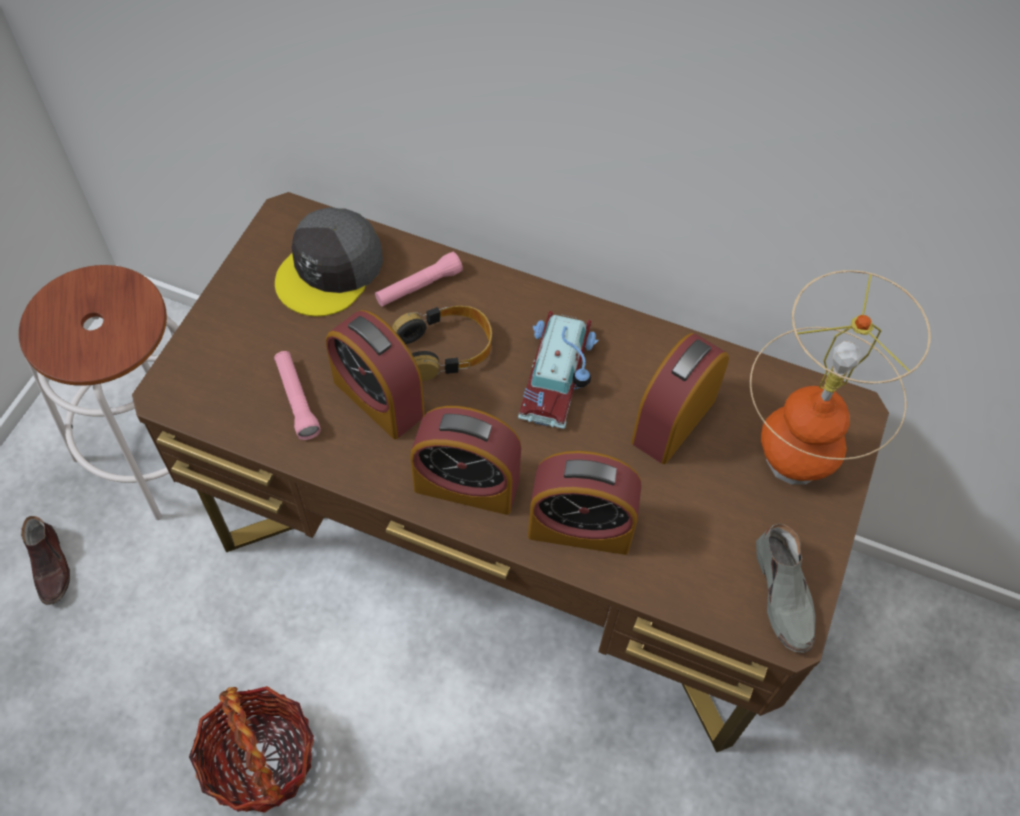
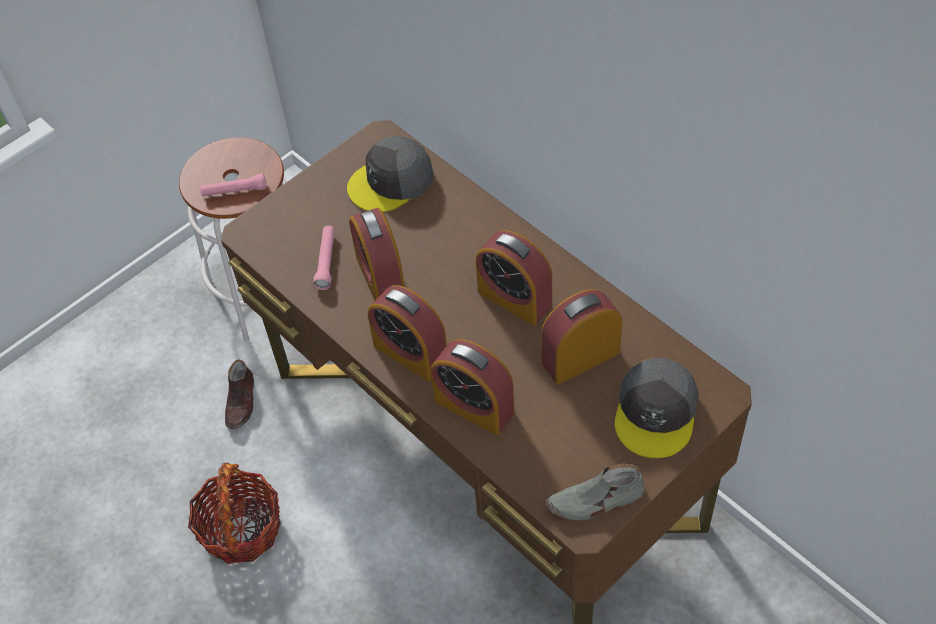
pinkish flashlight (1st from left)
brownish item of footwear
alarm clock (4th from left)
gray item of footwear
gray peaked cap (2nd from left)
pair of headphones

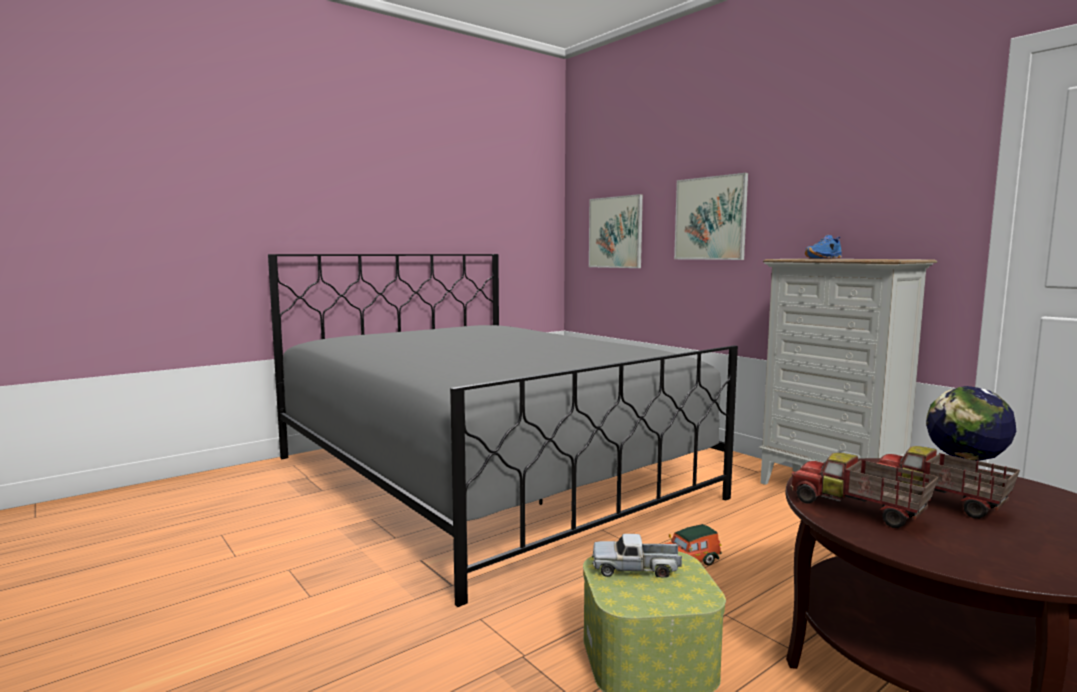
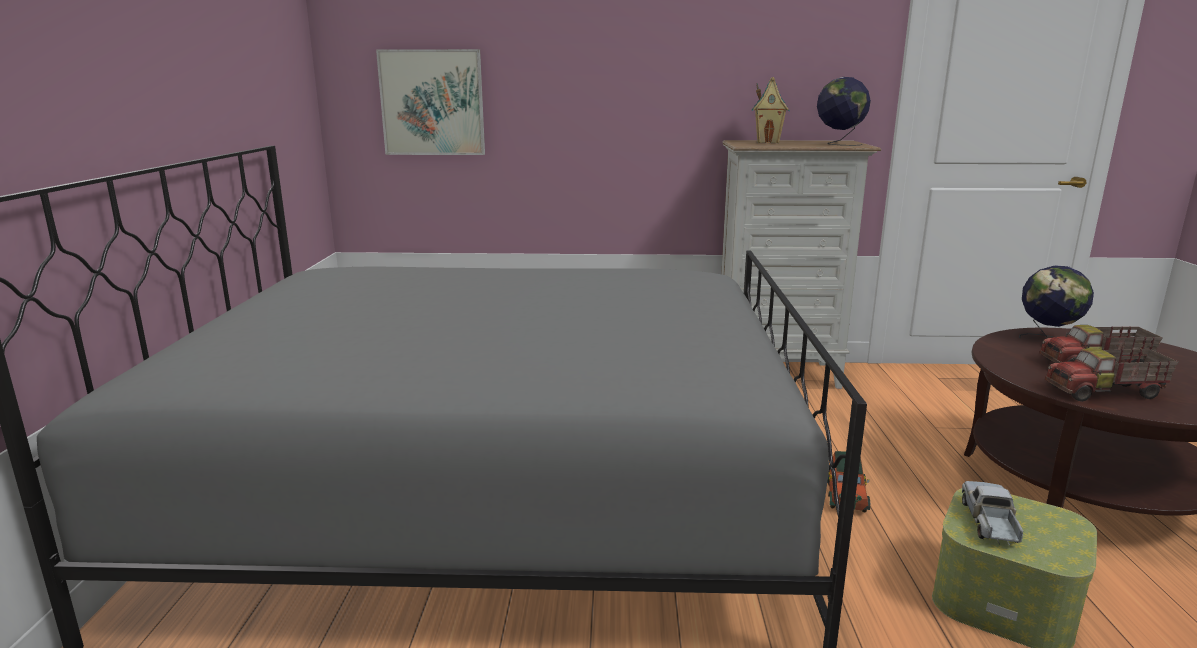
miniature house
desk globe (1st from left)
toy truck (1st from left)
picture (2nd from left in the first image)

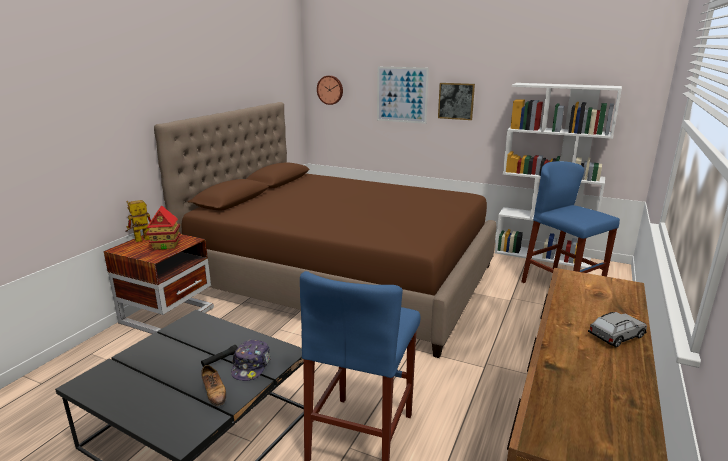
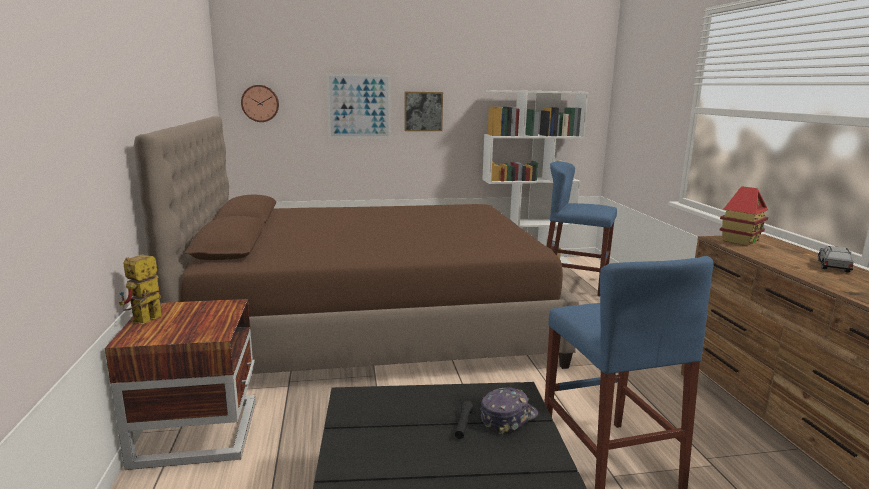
peaked cap
miniature house
item of footwear

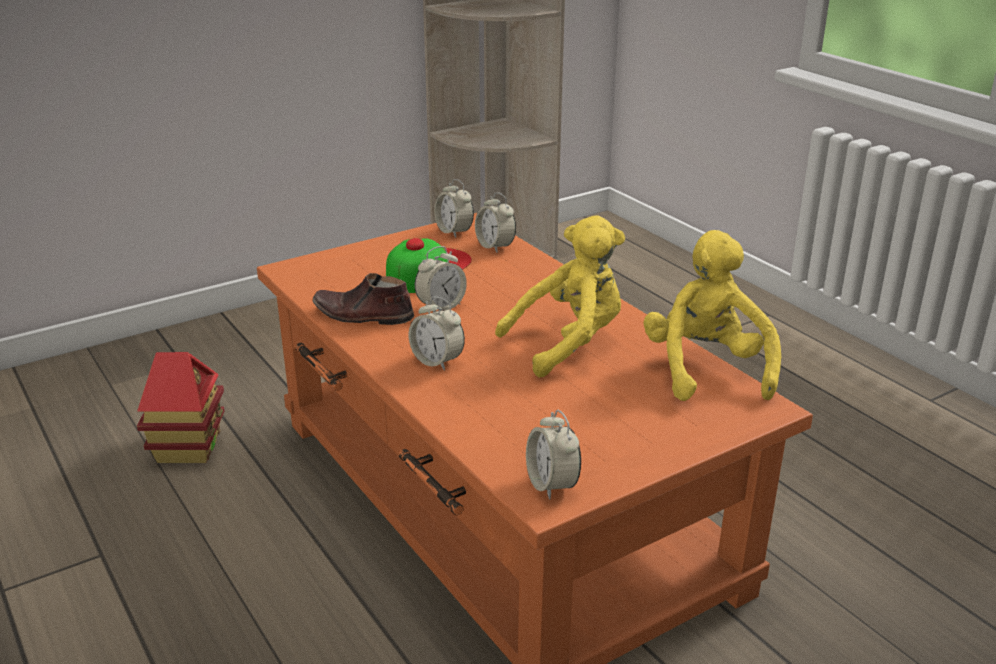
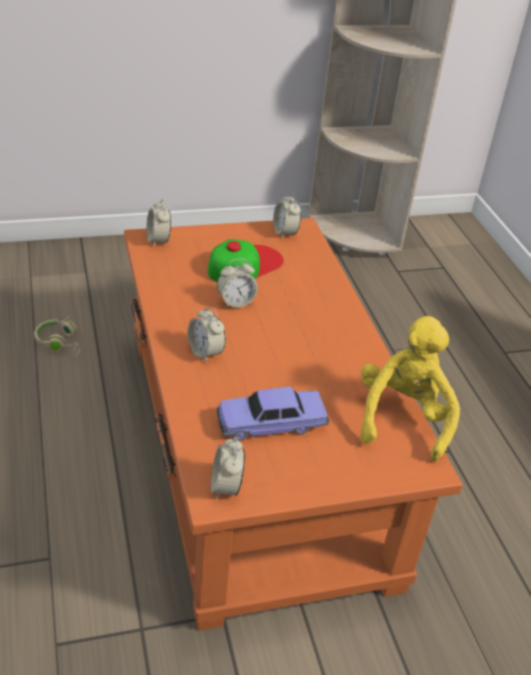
sand-coloured pair of headphones
alarm clock (1st from left)
toy car
brownish item of footwear
yellow-coloured soft toy (1st from left in the first image)

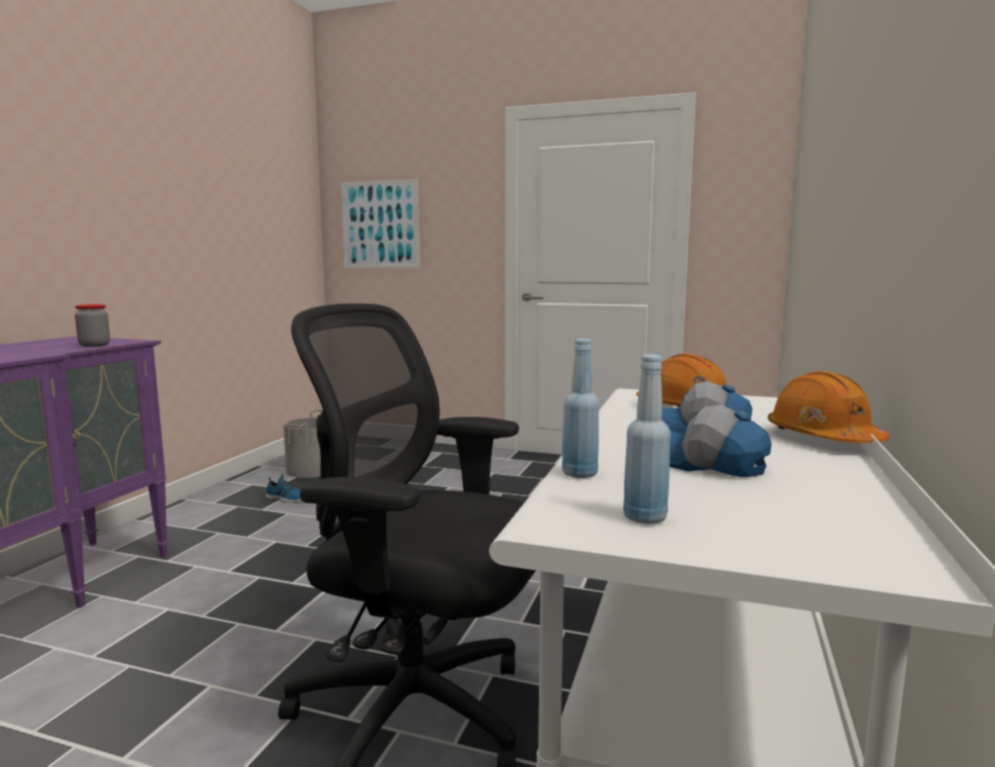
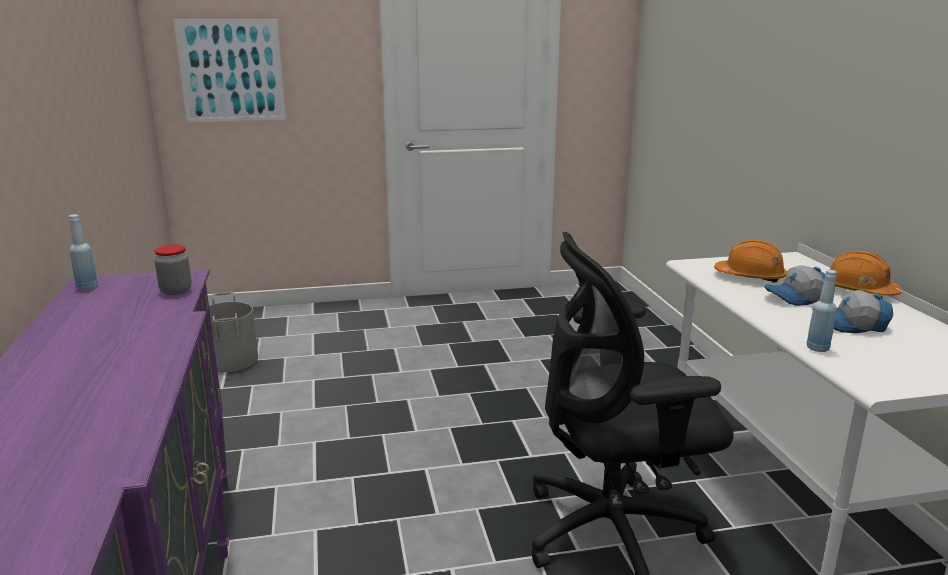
blue-coloured beverage bottle (1st from left)
item of footwear

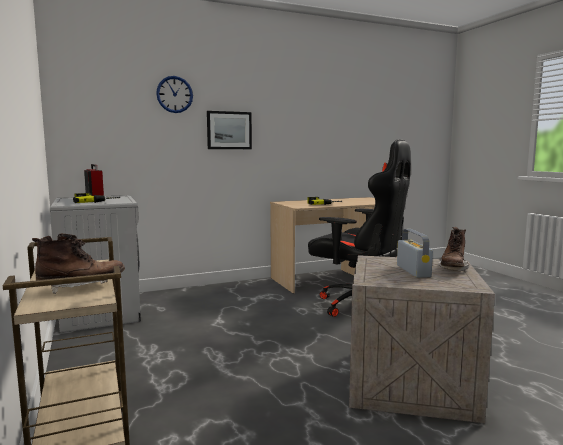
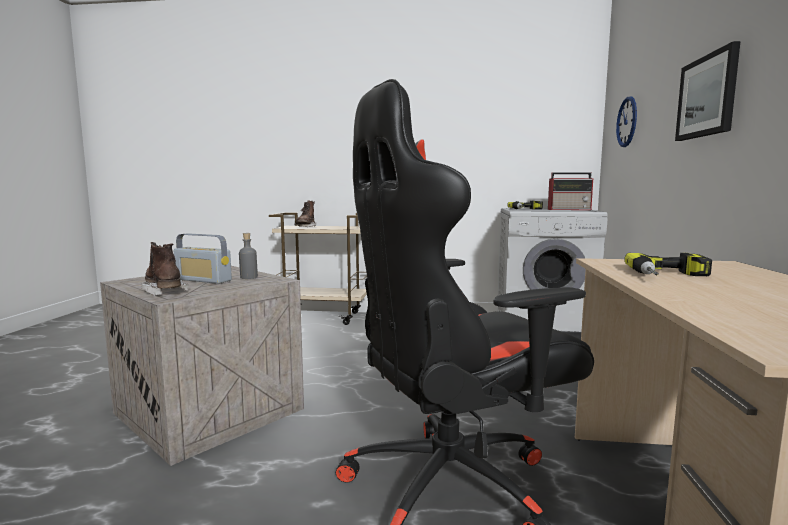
gray beverage bottle
wall clock

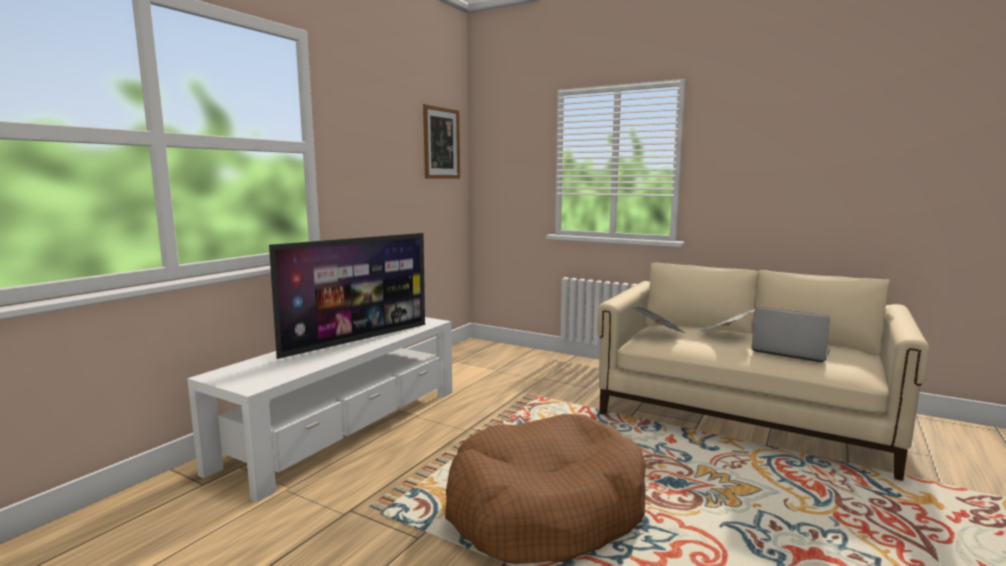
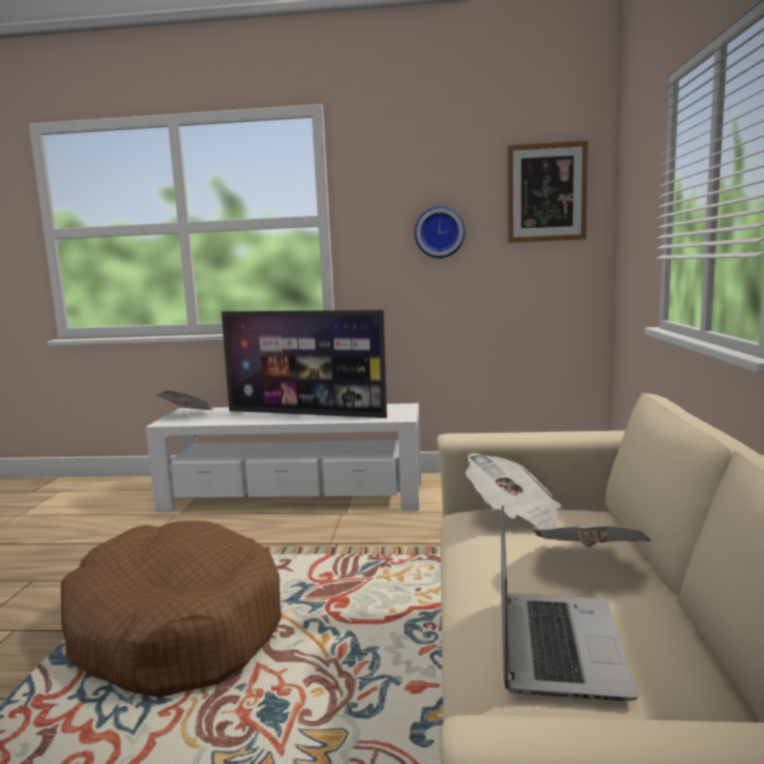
newspaper (1st from left)
wall clock

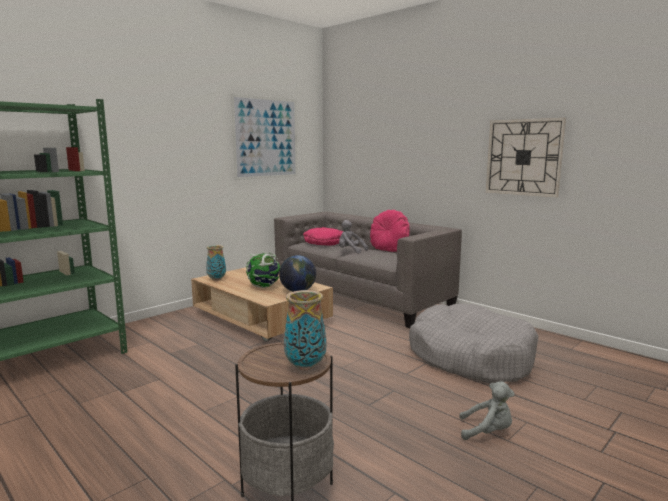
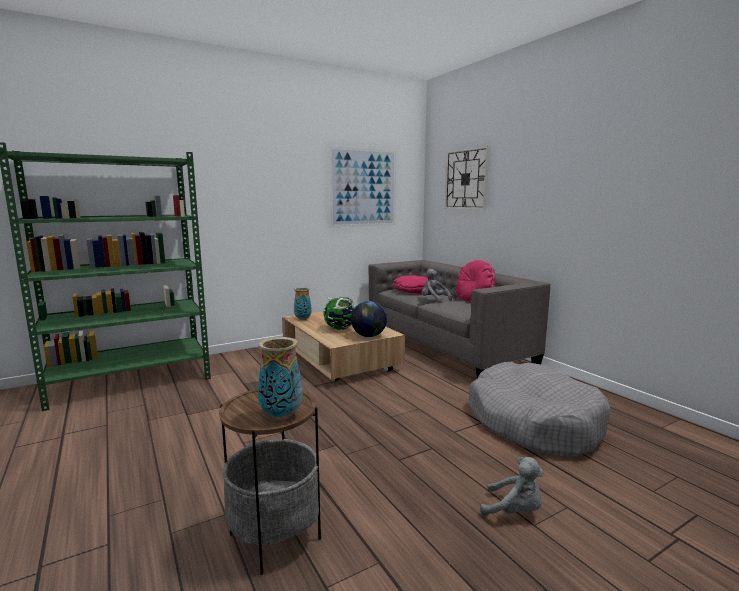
wall clock

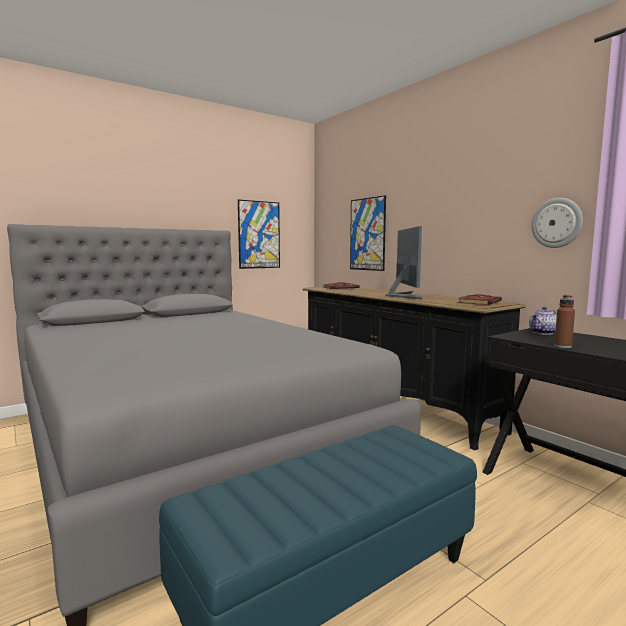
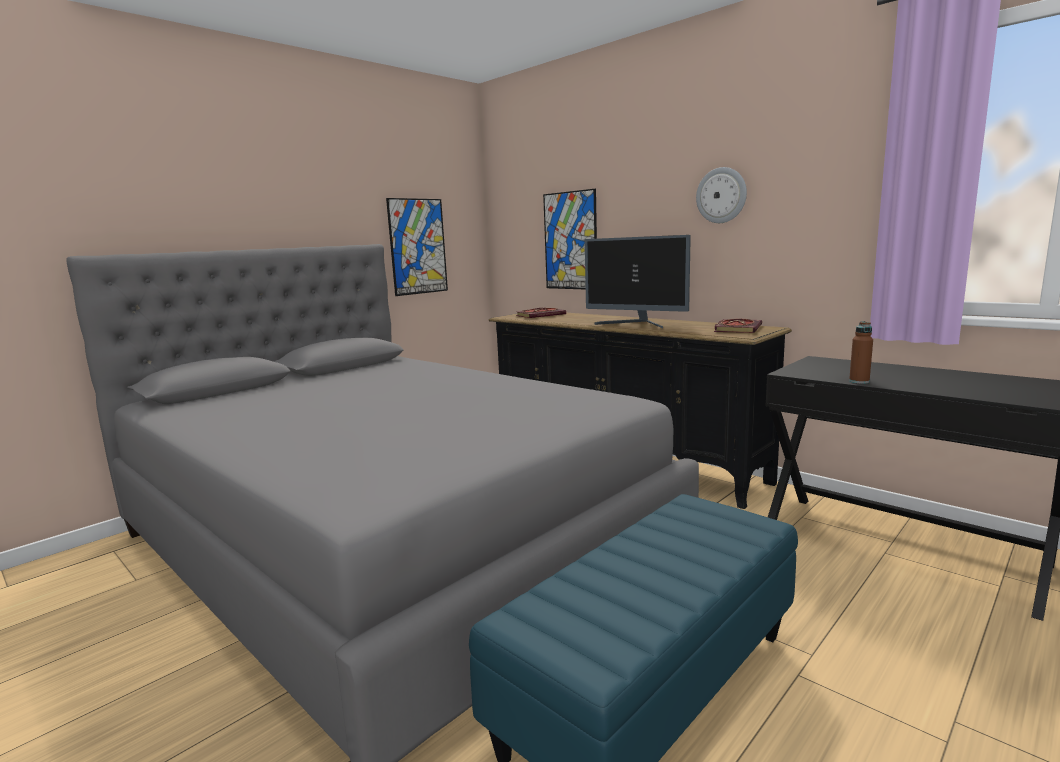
computer display
wall clock
tea pot

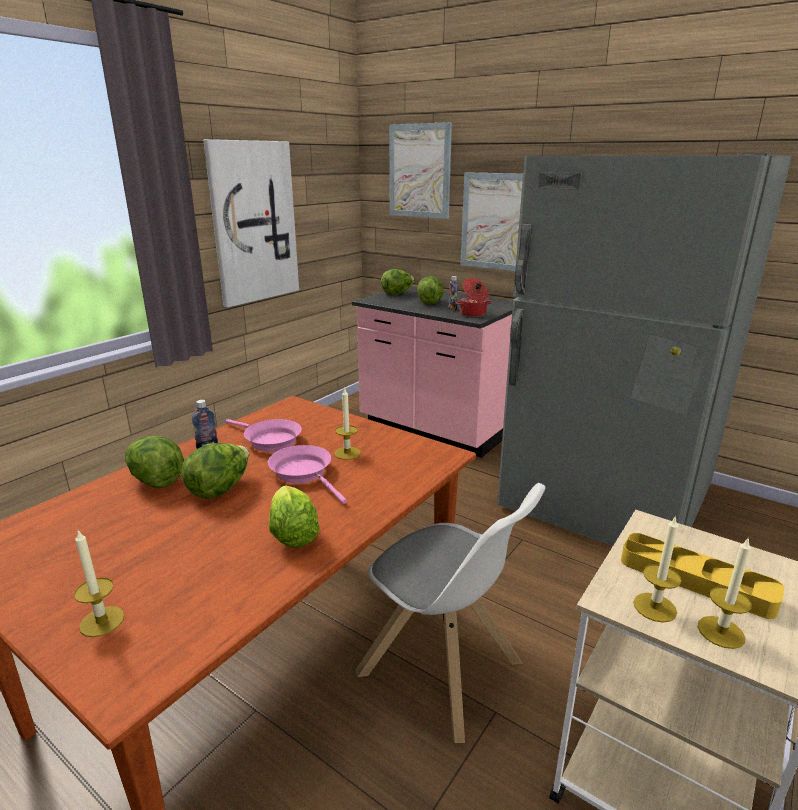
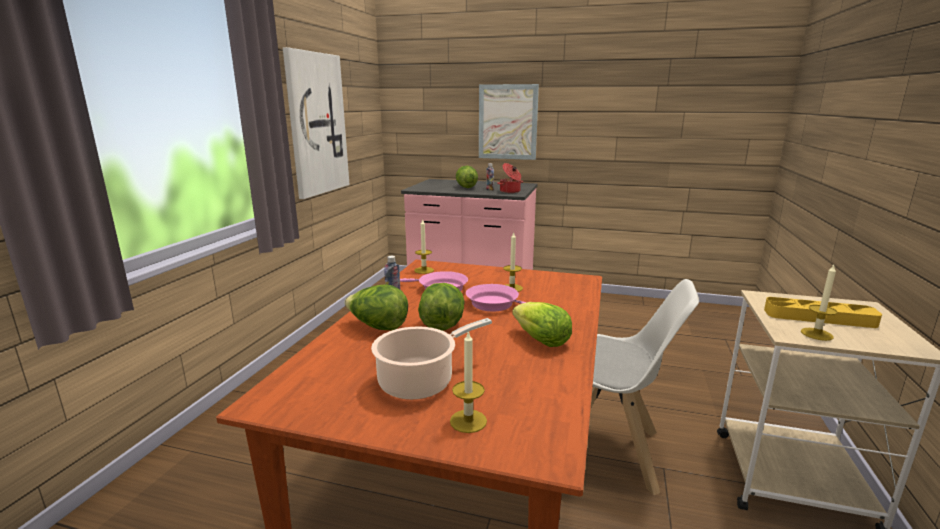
stockpot (1st from left)
wax candle (1st from left)
lettuce (4th from left in the first image)
picture (2nd from left in the first image)
gray kitchen fridge

